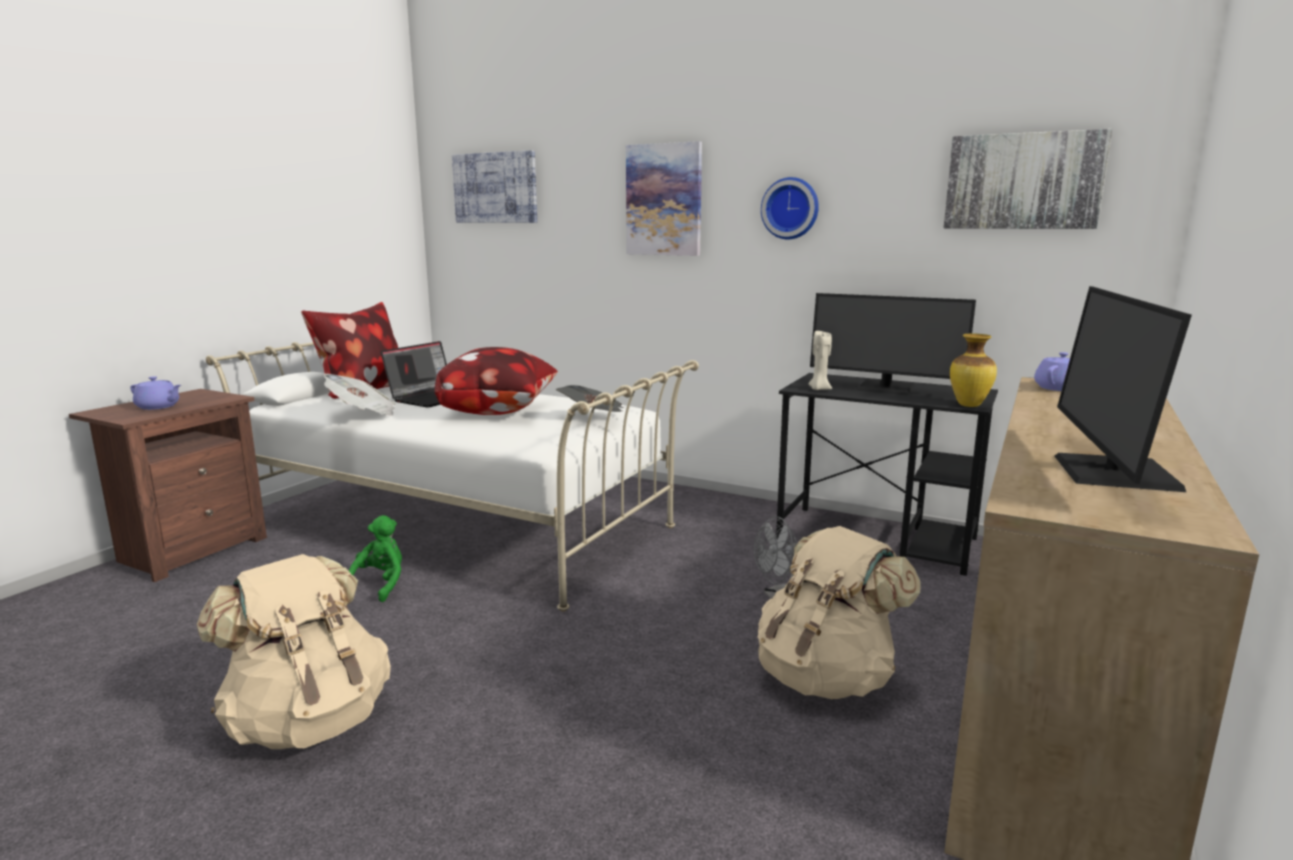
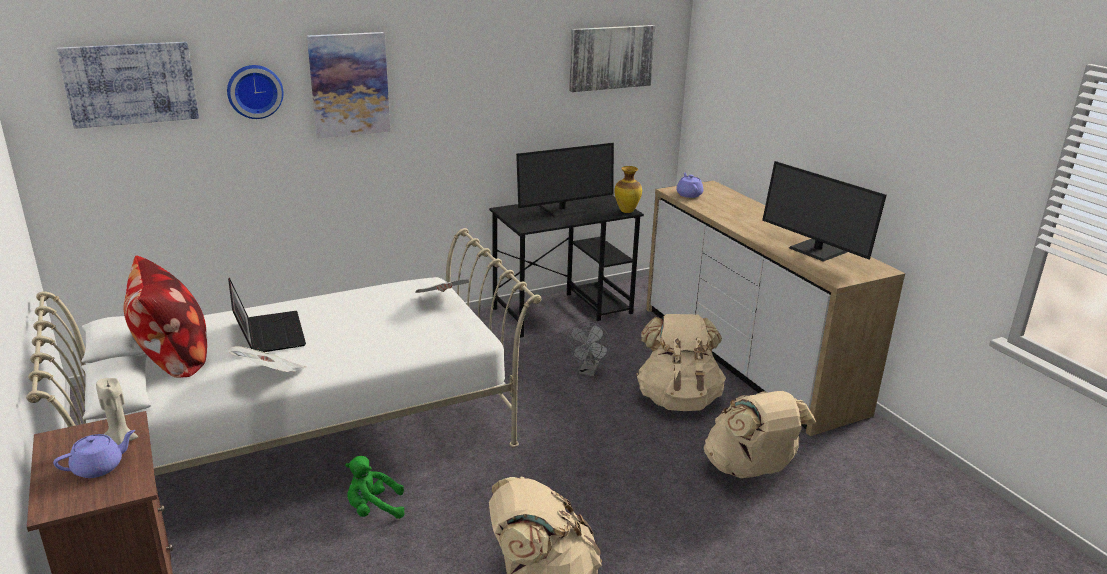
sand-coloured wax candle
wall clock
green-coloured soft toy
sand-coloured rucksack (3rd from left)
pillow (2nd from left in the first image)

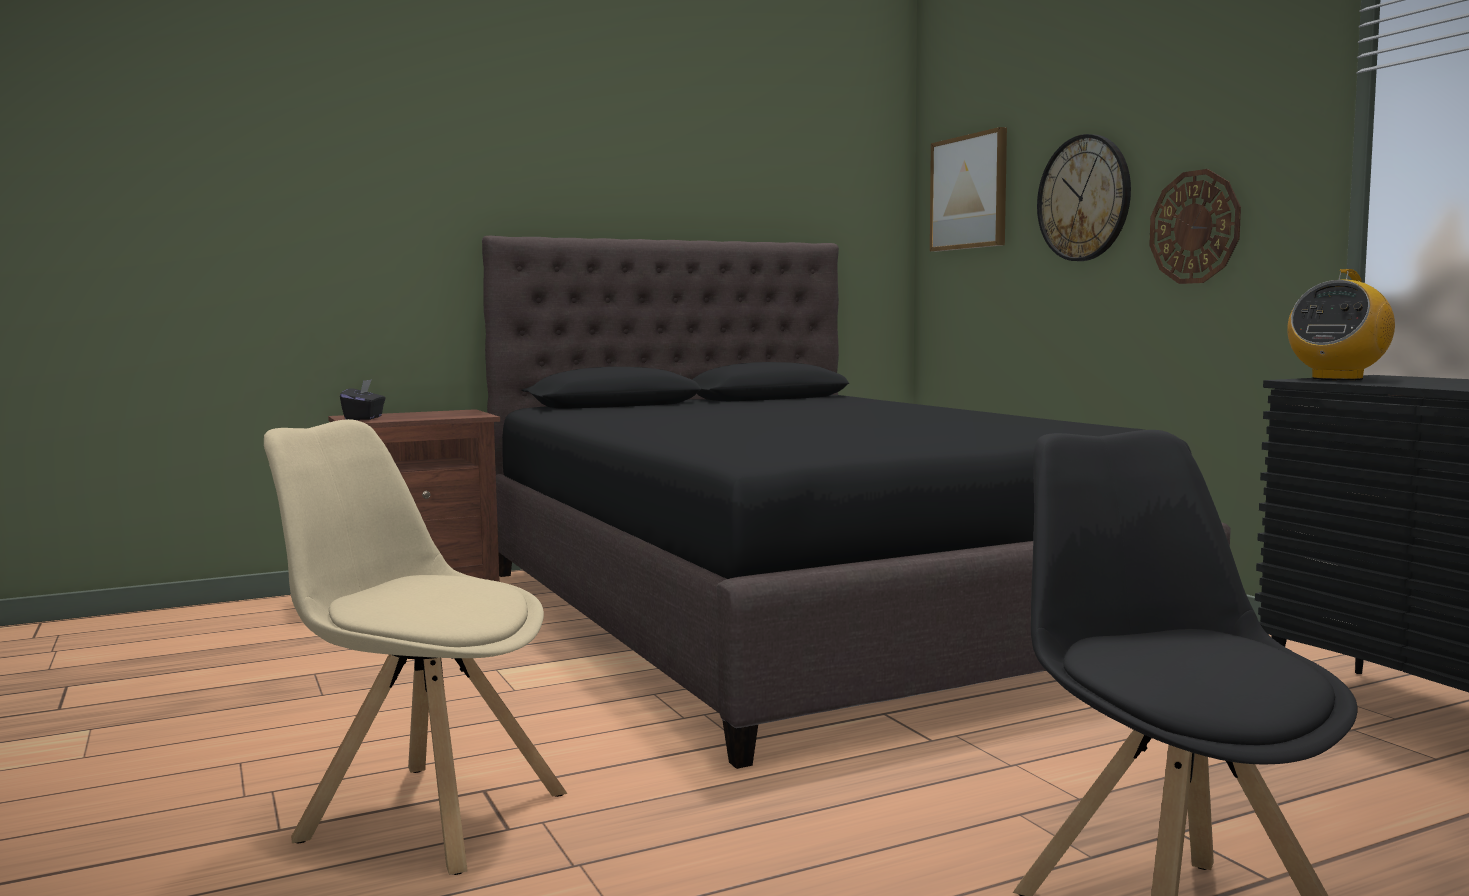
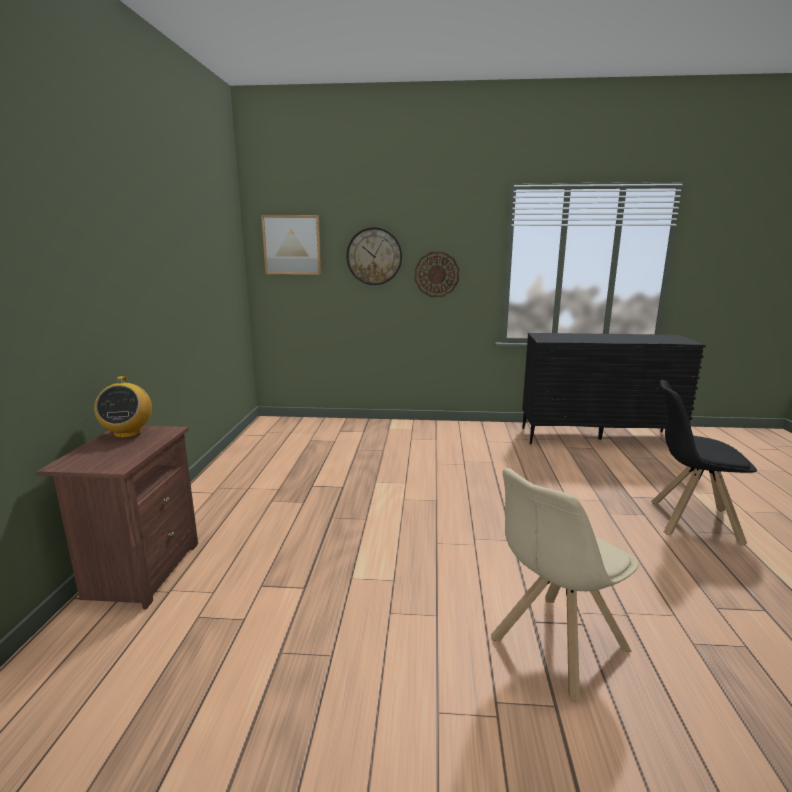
radio set
blackish box of tissues
blackish bed

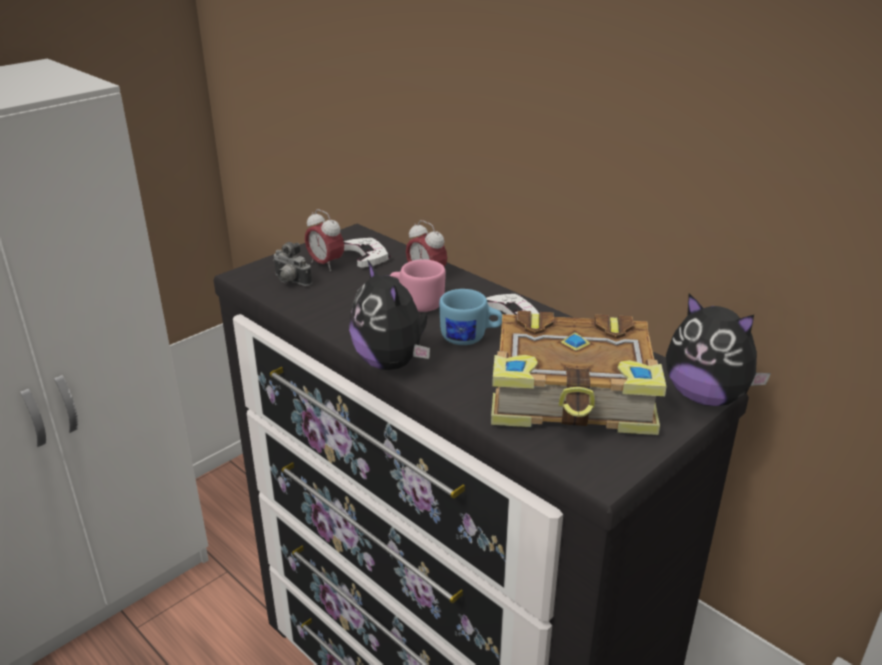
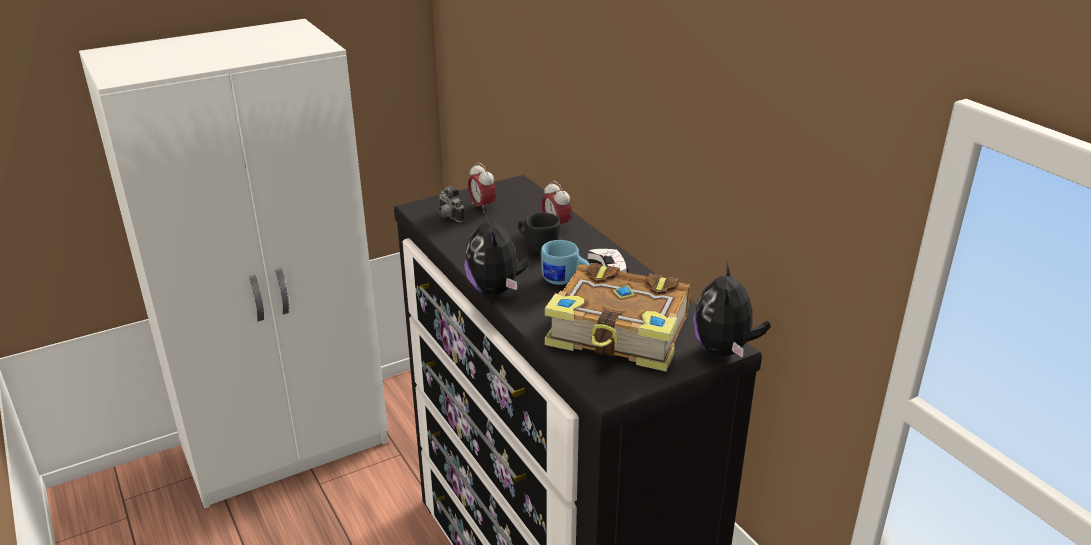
blackish mug
soft toy (2nd from left)
whitish game controller (1st from left in the first image)

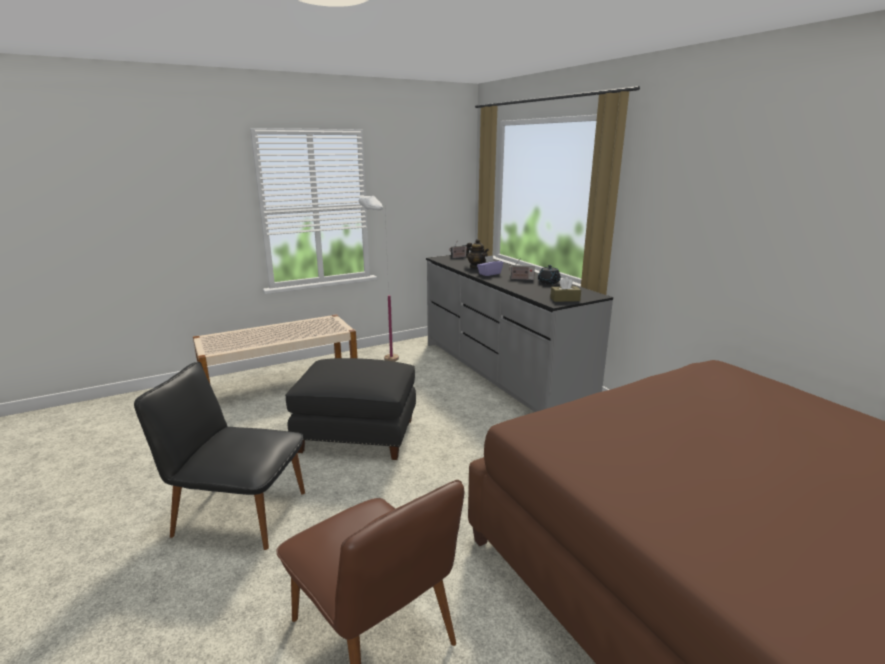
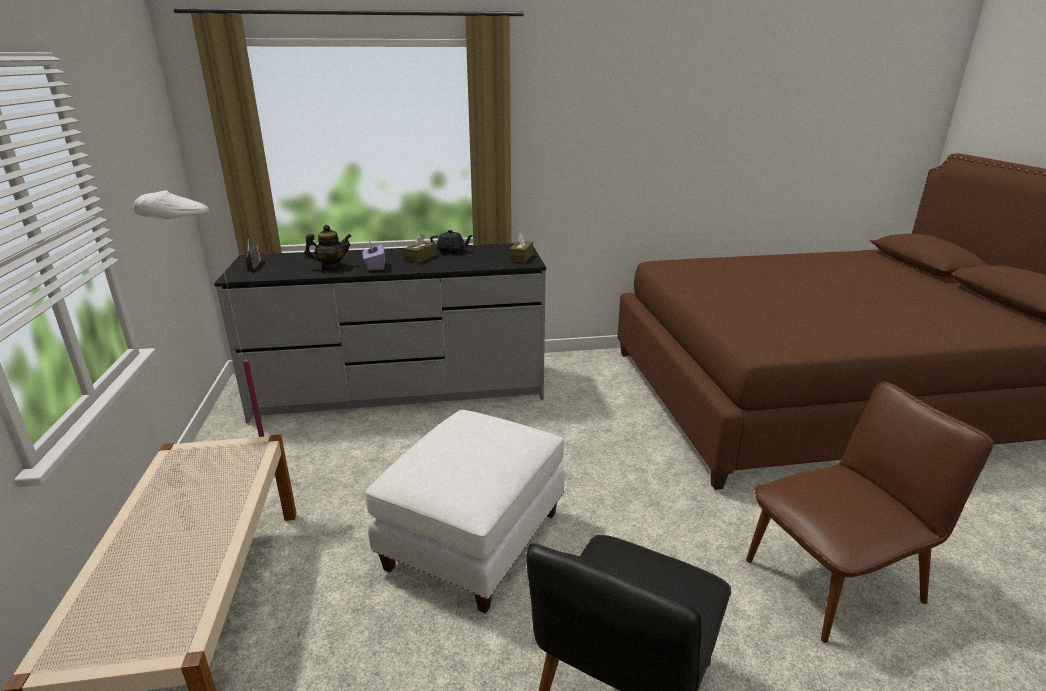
whitish footrest
brownish box of tissues (1st from left)

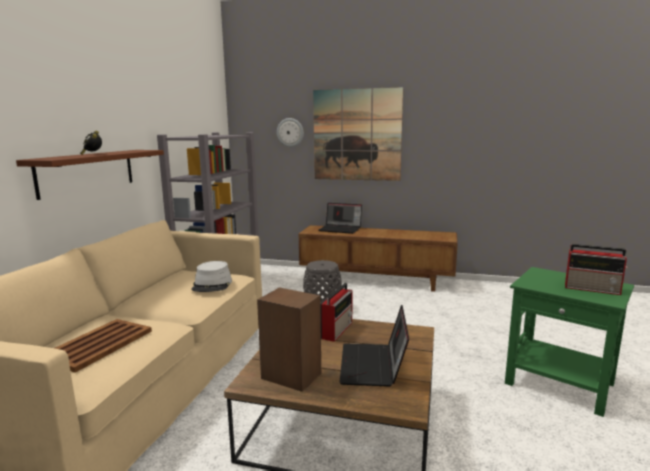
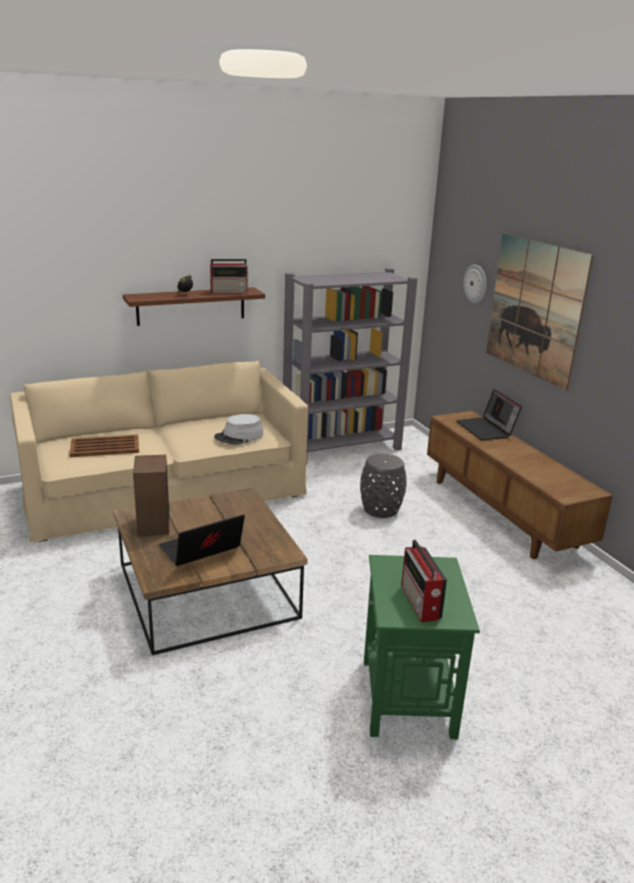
radio set (1st from left)

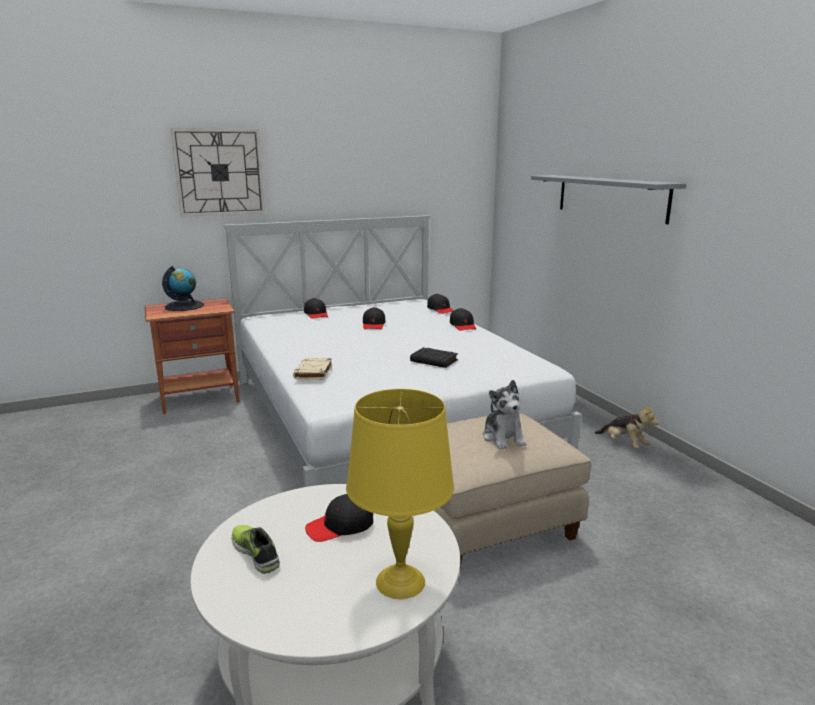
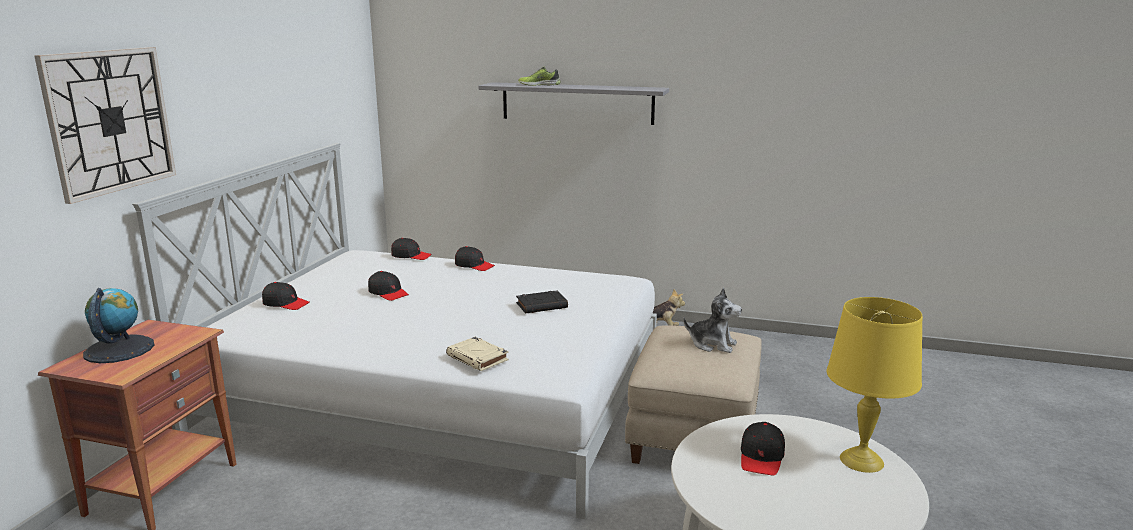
item of footwear

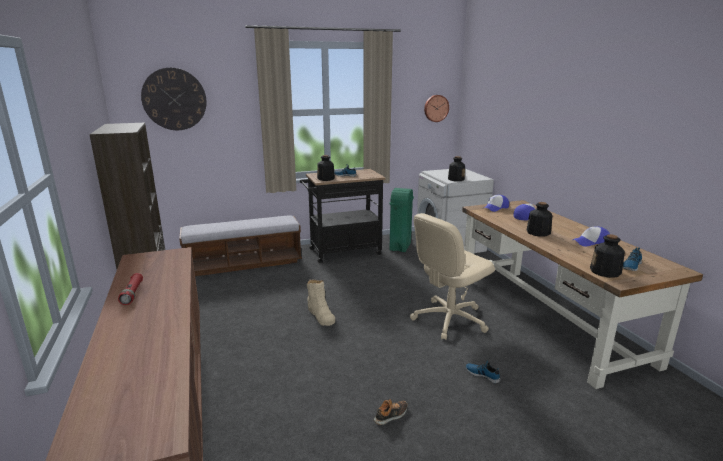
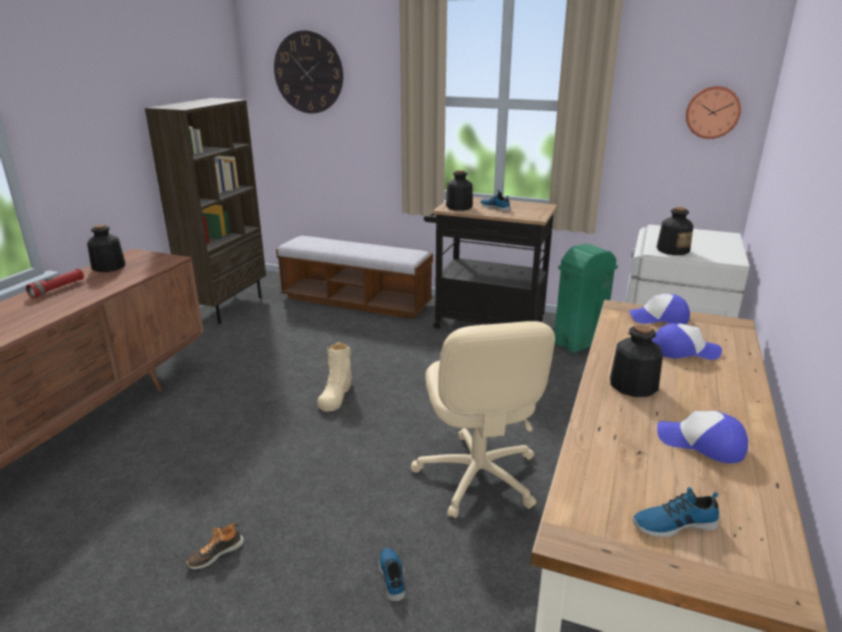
beverage bottle (1st from left)
item of footwear (1st from left)
sand-coloured computer chair

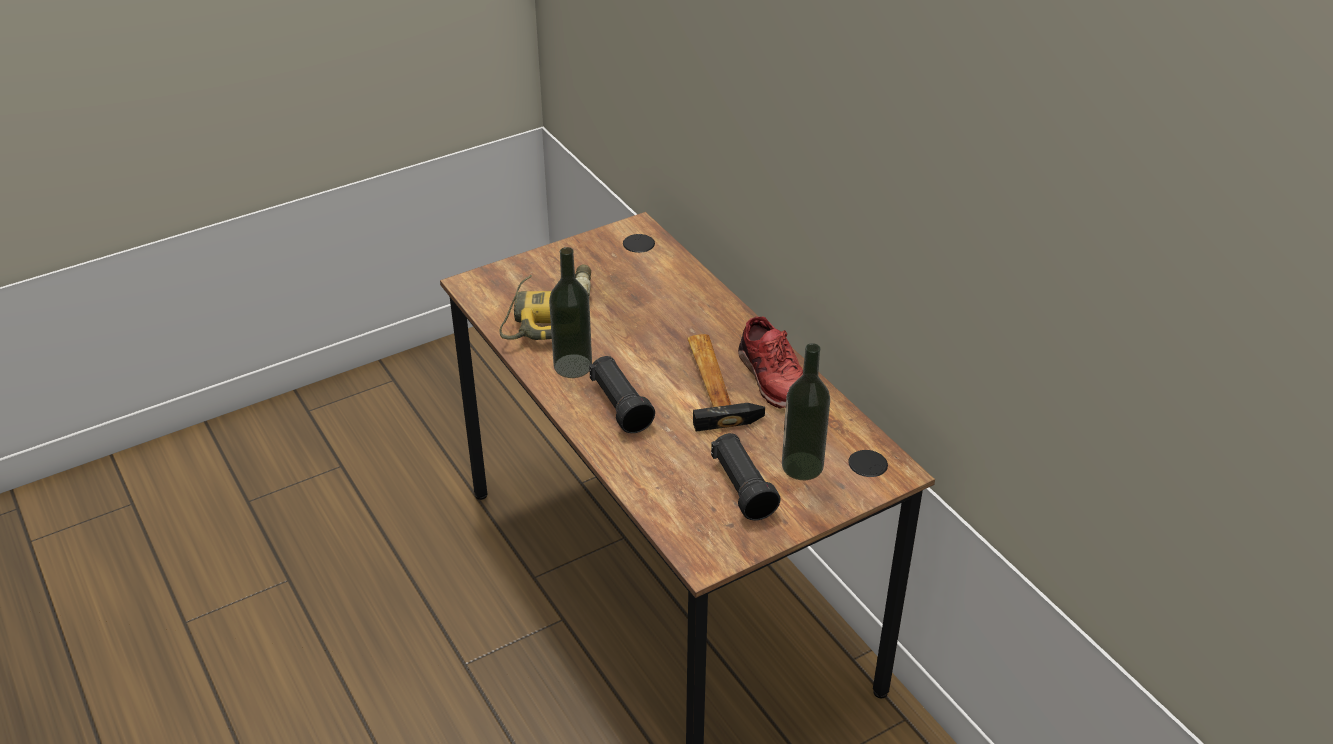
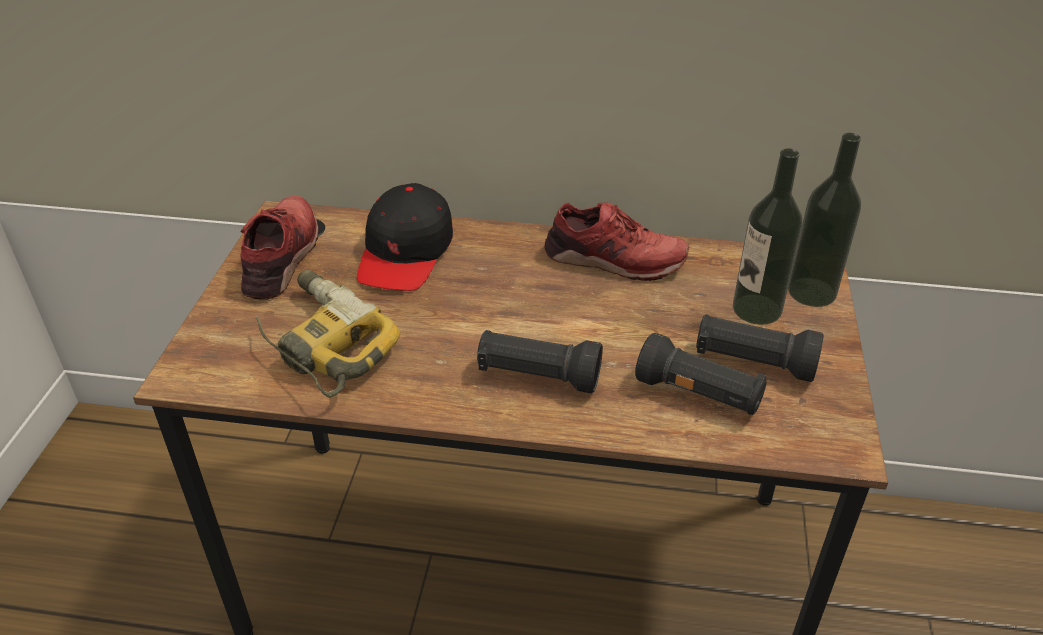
red item of footwear (1st from left)
blackish peaked cap
blackish flashlight (2nd from left)
beverage bottle (2nd from left)
hammer

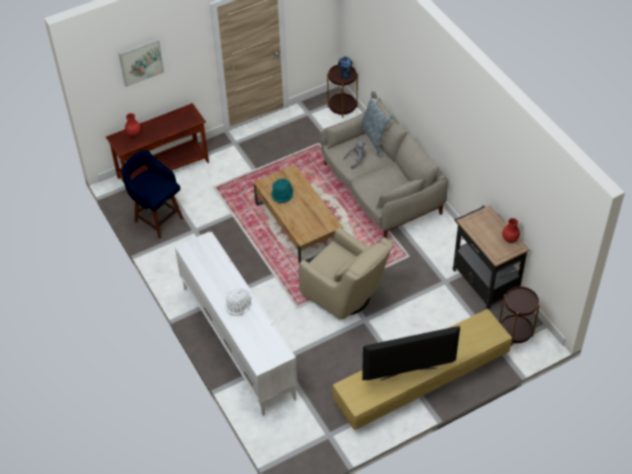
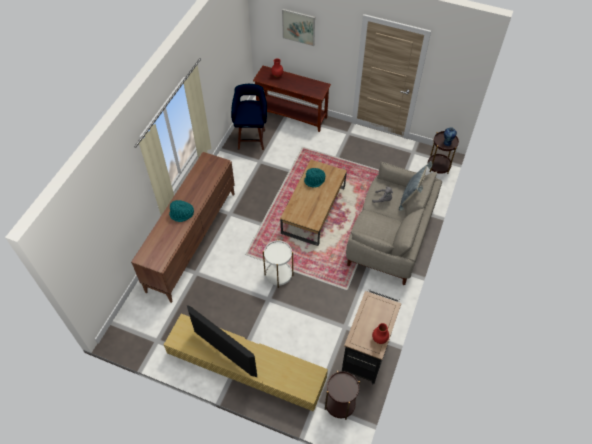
brownish storage cabinet
turquoise-coloured wearable hat (1st from left)
whitish end table

